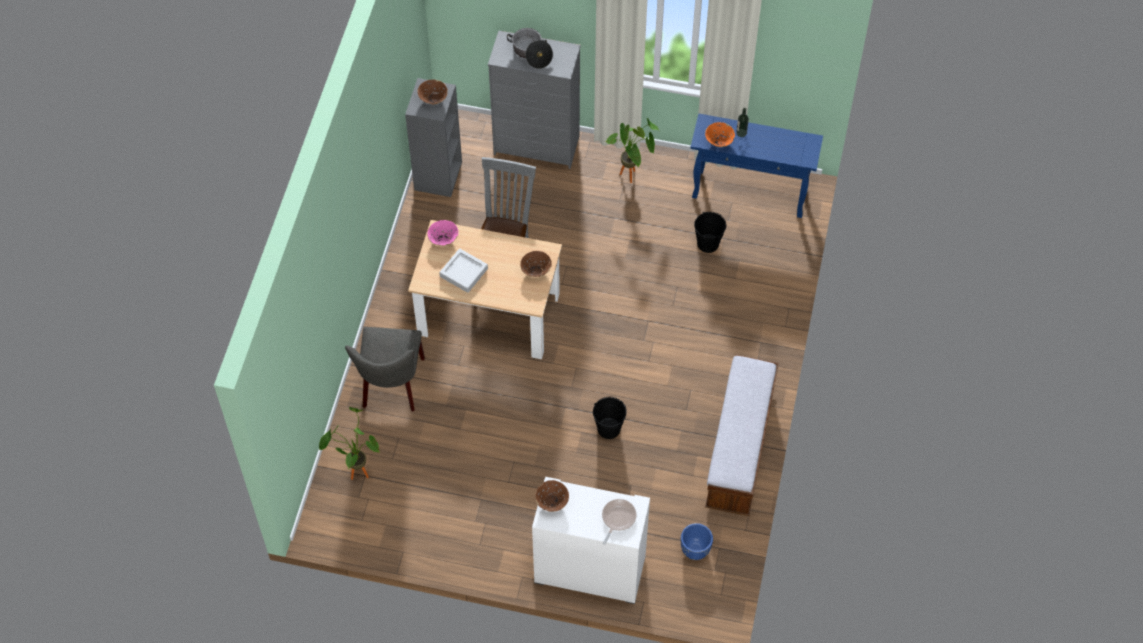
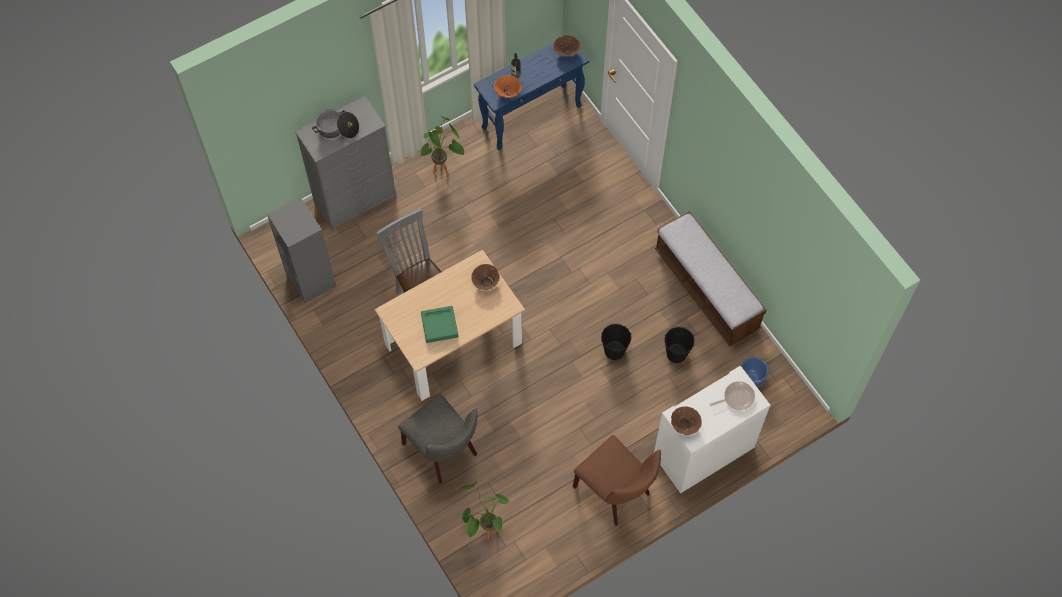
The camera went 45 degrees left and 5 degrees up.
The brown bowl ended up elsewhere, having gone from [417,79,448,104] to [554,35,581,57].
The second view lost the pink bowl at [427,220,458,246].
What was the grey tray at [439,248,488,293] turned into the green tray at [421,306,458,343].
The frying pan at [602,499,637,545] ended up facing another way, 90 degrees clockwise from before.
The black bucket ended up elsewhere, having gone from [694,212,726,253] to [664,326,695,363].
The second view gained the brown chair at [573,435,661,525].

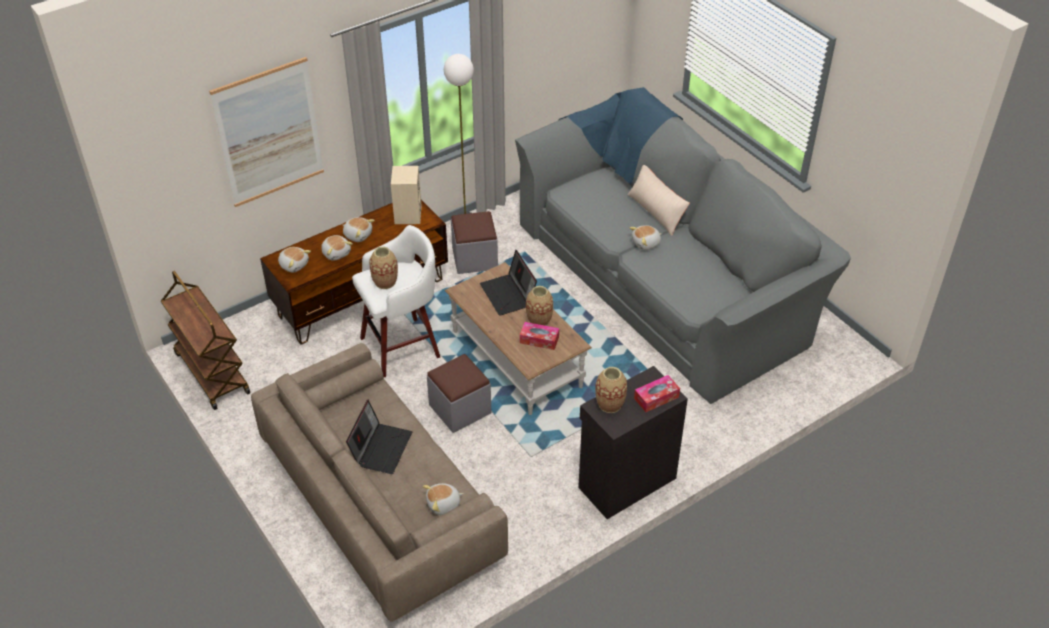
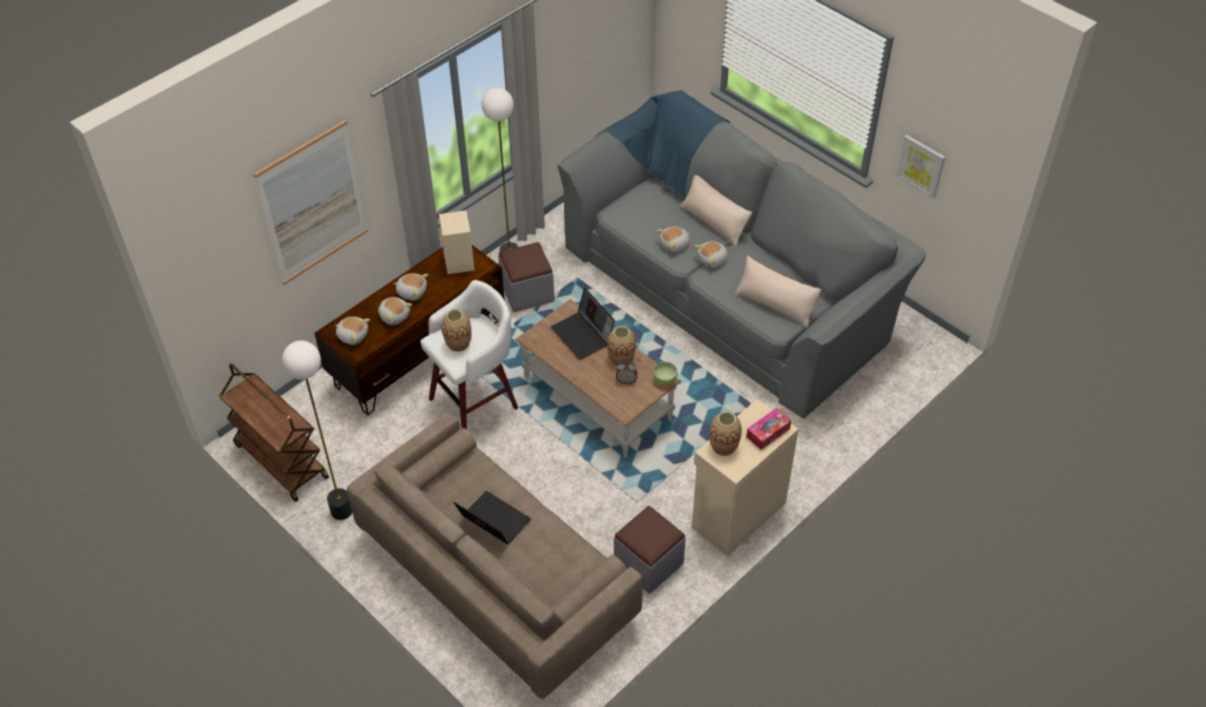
The camera went 10 degrees left and 5 degrees up.
The laptop at [346,400,412,474] ended up facing another way, 60 degrees counterclockwise from before.
The plush toy ended up elsewhere, having gone from [423,483,464,515] to [657,227,690,253].
The grey ottoman ended up elsewhere, having gone from [427,354,491,433] to [614,506,686,594].
Where the tissue box stood at [520,322,559,350], the alarm clock came to stand at [616,362,638,384].
What was the black cabinet at [578,366,688,519] turned into the beige cabinet at [692,399,799,556].
The second view gained the floor lamp at [282,341,352,520].
The second view gained the green bowl at [653,362,678,385].
The second view gained the beige pillow at [735,256,821,328].
The second view gained the picture at [896,135,945,199].

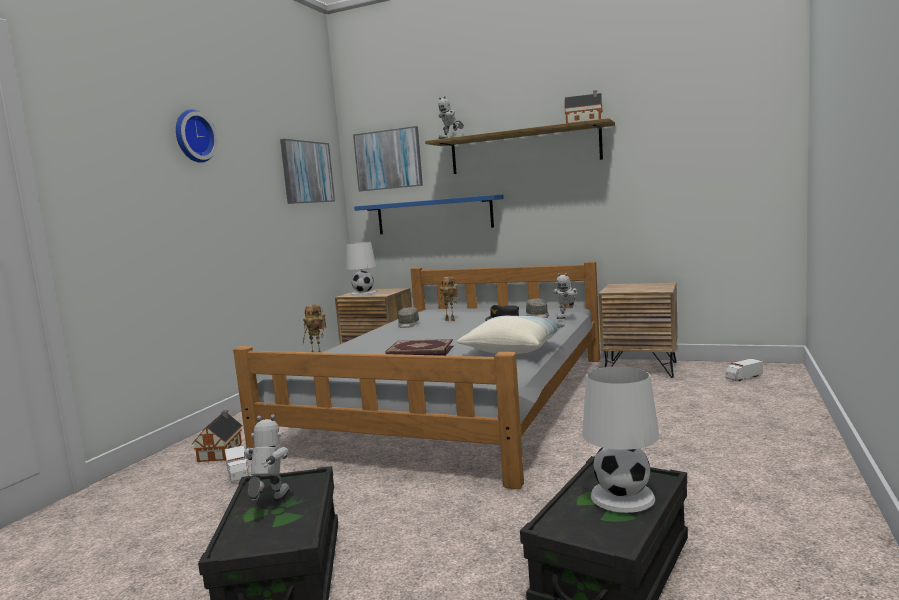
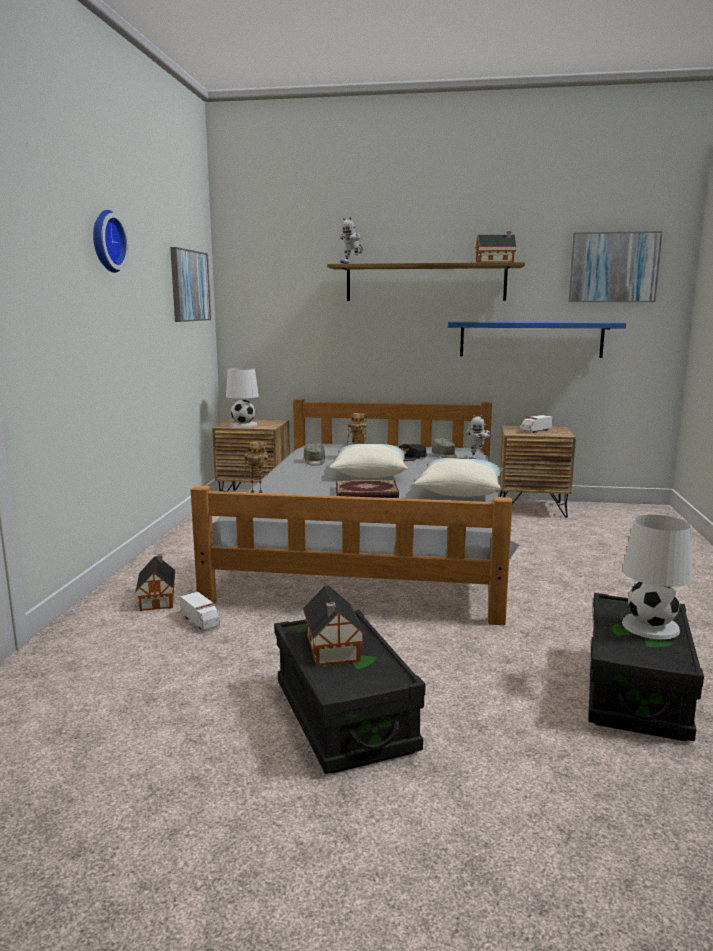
The camera went 15 degrees left and 5 degrees up.
Where the toy robot stood at [244,414,290,502], the toy house came to stand at [303,585,365,666].
The picture ended up elsewhere, having gone from [353,126,423,191] to [569,231,662,302].
The blue shelf ended up elsewhere, having gone from [354,194,504,234] to [448,322,626,358].
The toy truck ended up elsewhere, having gone from [725,358,763,381] to [521,415,553,433].
The second view gained the pillow at [329,444,408,478].

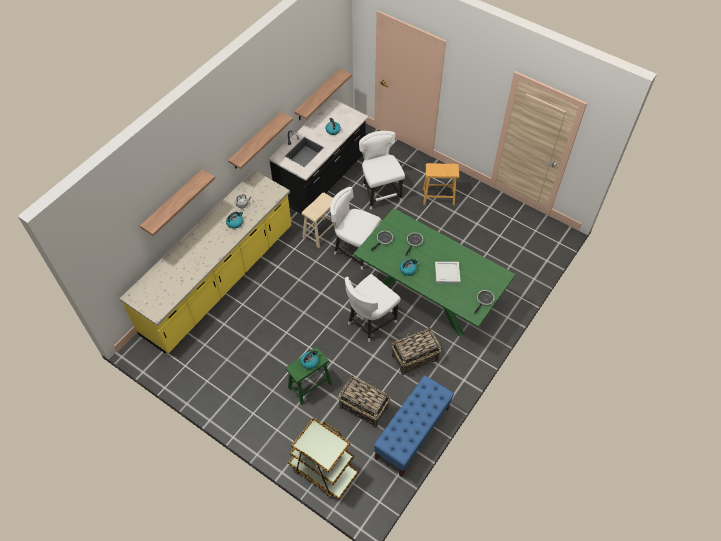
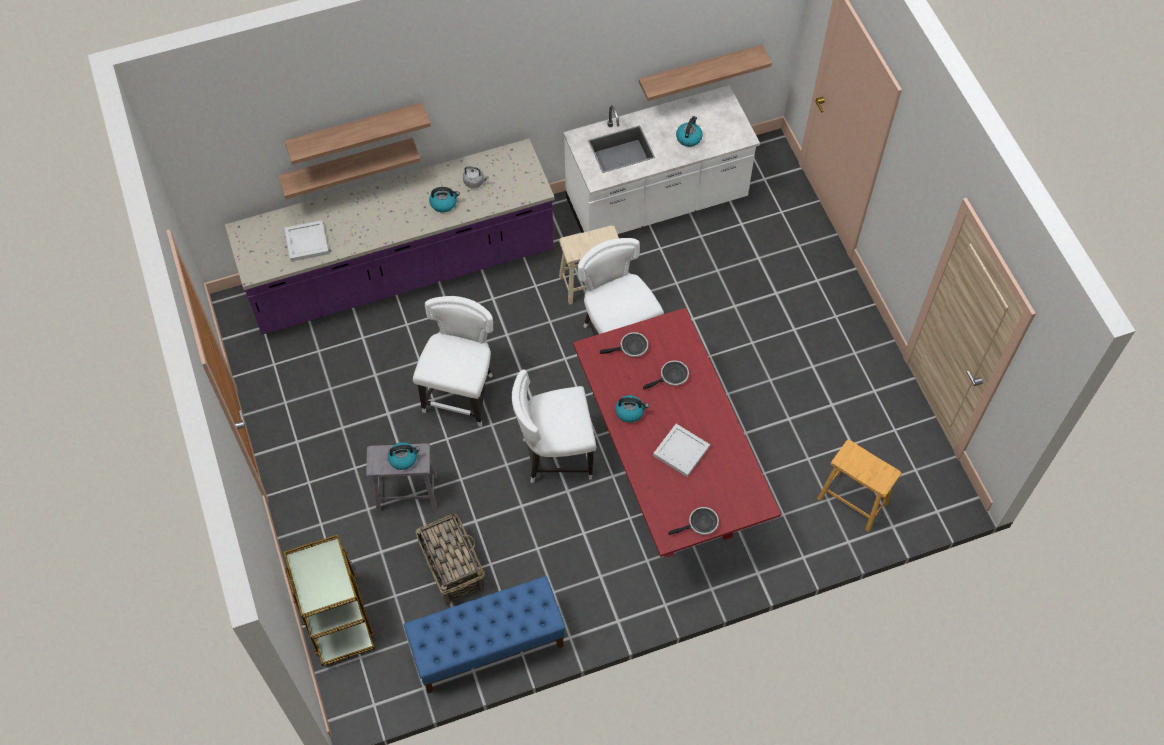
The camera went 35 degrees right and 5 degrees up.
What was the yellow counter at [119,170,291,354] turned into the purple counter at [225,139,554,335].
The shelf ended up elsewhere, having gone from [228,112,293,169] to [278,138,421,199].
What was the black counter at [269,98,368,215] turned into the white counter at [563,85,760,234].
What was the green stool at [285,347,332,405] turned into the grey stool at [366,443,437,512].
What was the green dining table at [353,208,516,337] turned into the red dining table at [573,308,781,557].
The white chair ended up elsewhere, having gone from [359,131,405,210] to [413,296,493,427].
The second view lost the basket at [392,328,442,375].
The brown stool ended up elsewhere, having gone from [423,163,459,205] to [817,440,902,531].
The second view gained the white tray at [285,220,329,262].

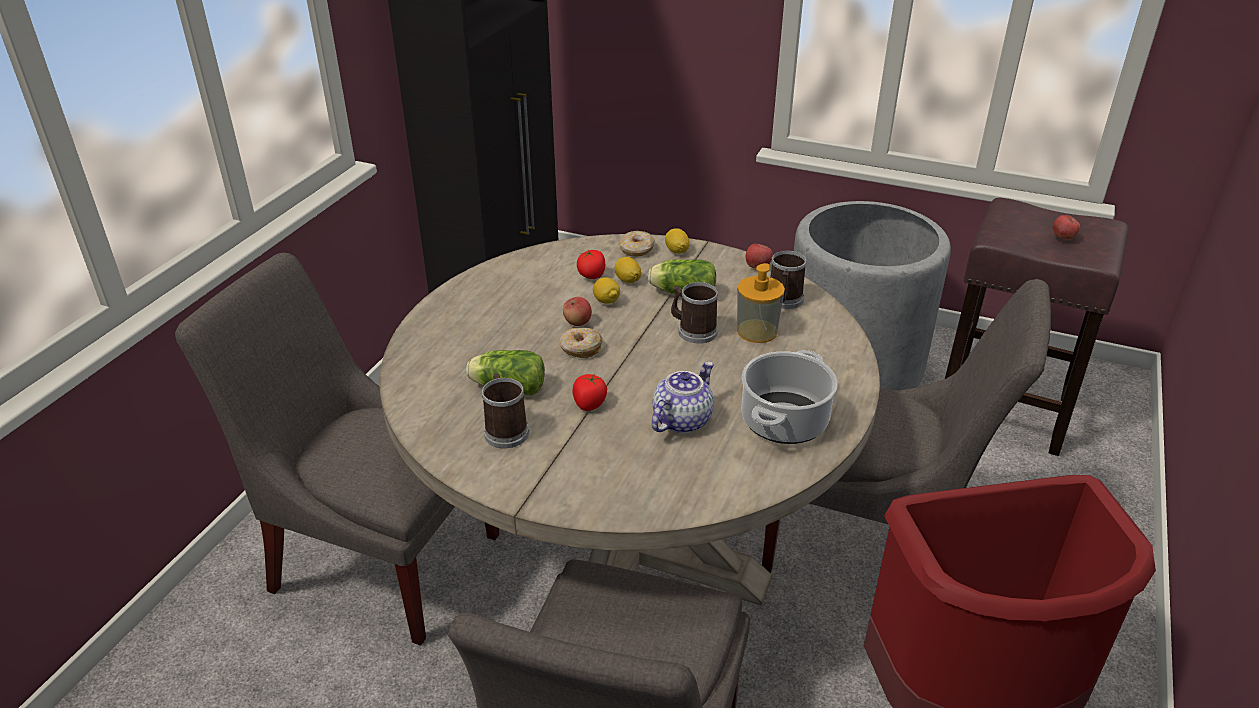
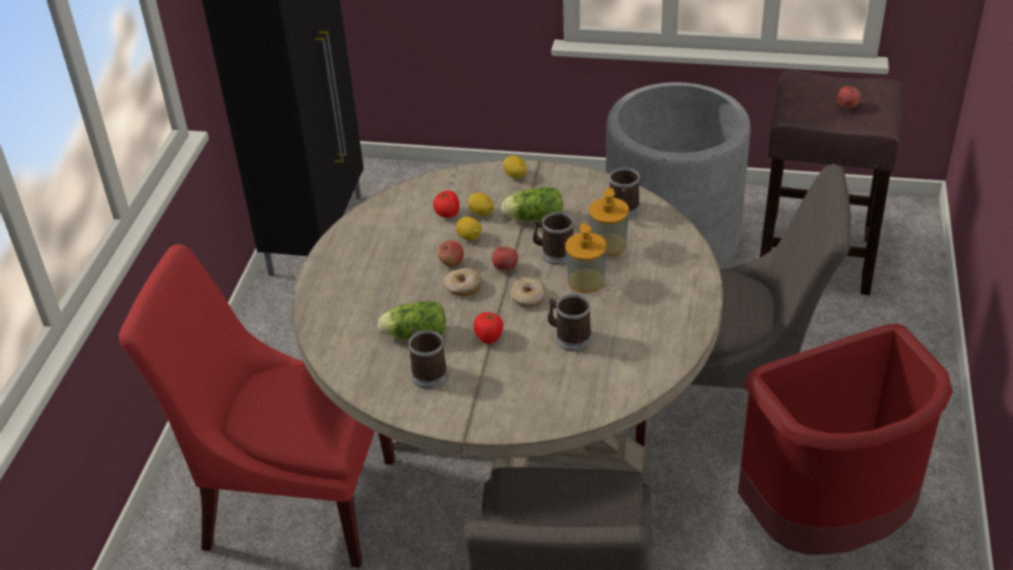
The camera went 10 degrees left and 5 degrees up.
What was the grey chair at [175,253,500,646] turned into the red chair at [119,244,395,568].
The donut ended up elsewhere, having gone from [619,231,655,257] to [510,276,546,307].
Where the teapot stood at [652,361,714,433], the mug came to stand at [548,294,592,352].
The second view lost the cooking pot at [741,350,838,444].
The apple ended up elsewhere, having gone from [746,244,773,268] to [492,246,518,271].
The second view gained the soap dispenser at [565,223,607,293].

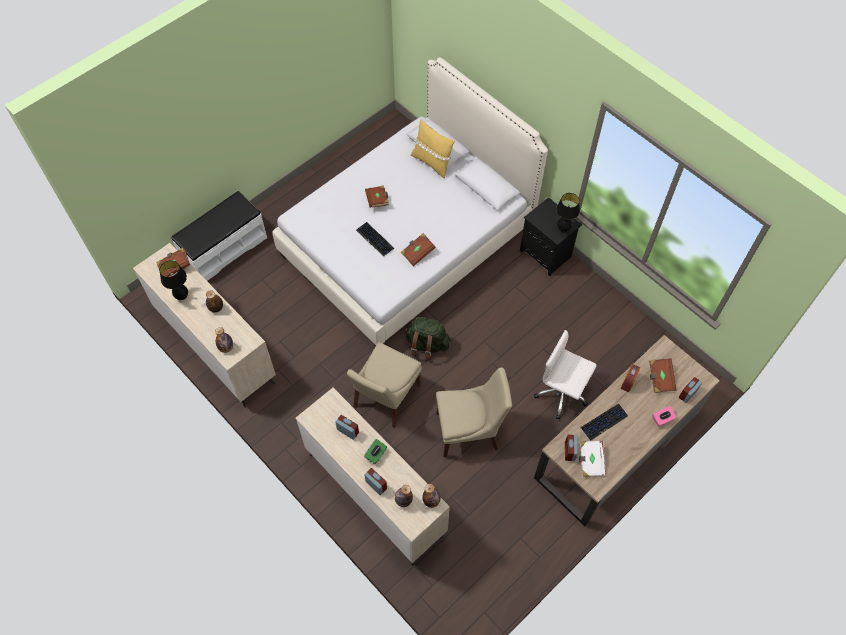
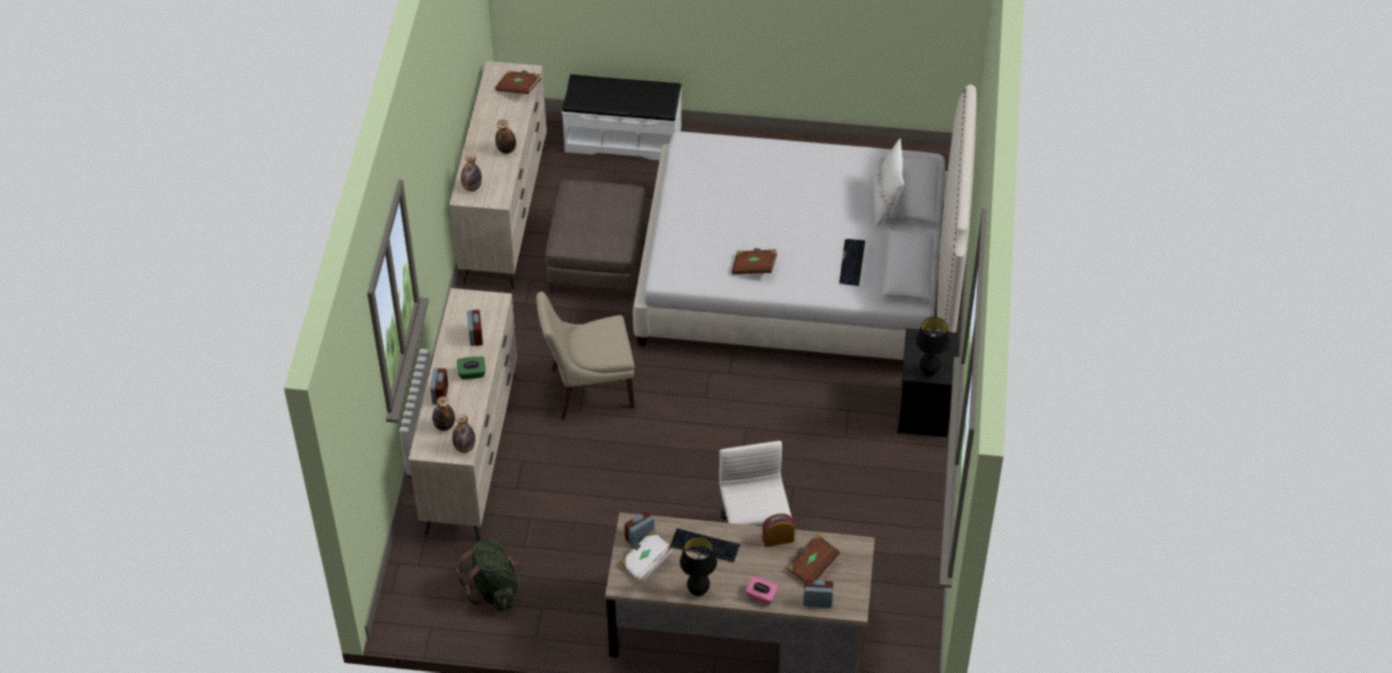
The camera went 50 degrees right and 10 degrees down.
The black table lamp ended up elsewhere, having gone from [159,260,188,300] to [680,536,717,596].
The keyboard ended up elsewhere, having gone from [356,222,394,256] to [839,239,865,286].
The second view lost the brown book at [365,185,389,208].
The green backpack ended up elsewhere, having gone from [405,317,450,360] to [457,539,519,611].
What was the yellow pillow at [411,119,455,178] turned into the white pillow at [873,138,904,227].
The second view lost the beige chair at [436,368,512,457].
The second view gained the brown ottoman at [545,180,645,301].

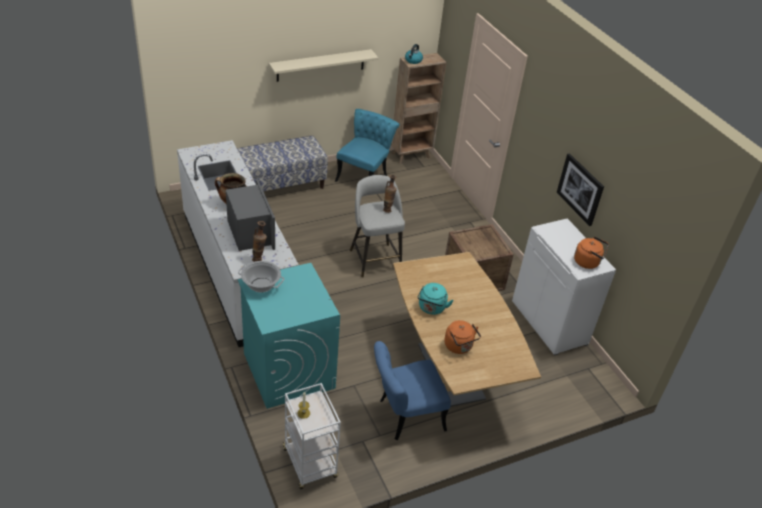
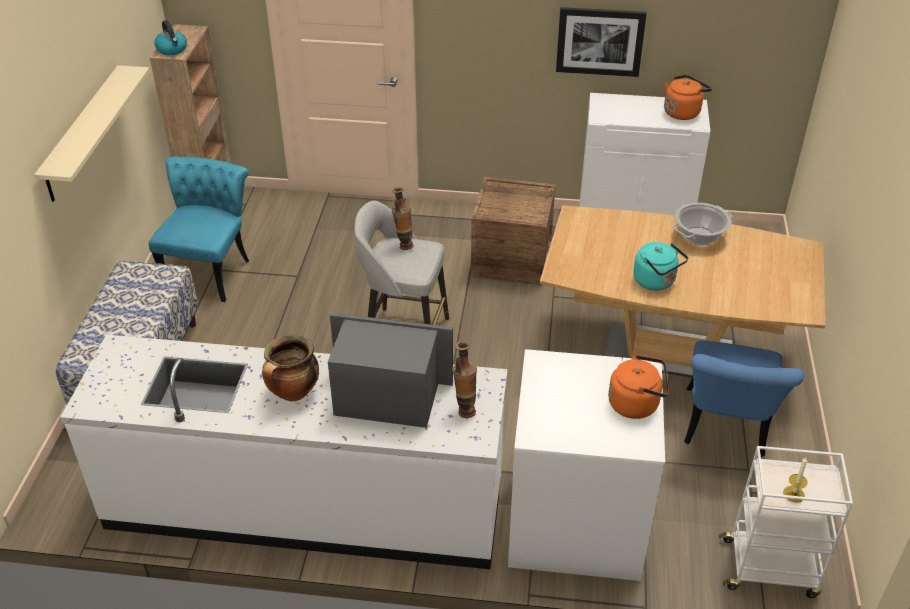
The camera went 55 degrees left and 0 degrees up.
The cooking pot ended up elsewhere, having gone from [238,261,284,293] to [672,203,732,245].
What was the turquoise washing machine at [238,263,340,409] turned into the white washing machine at [508,349,665,581].
The turquoise chair at [335,109,400,182] ended up facing another way, 45 degrees clockwise from before.
The orange kettle ended up elsewhere, having gone from [444,320,481,354] to [608,355,669,419].

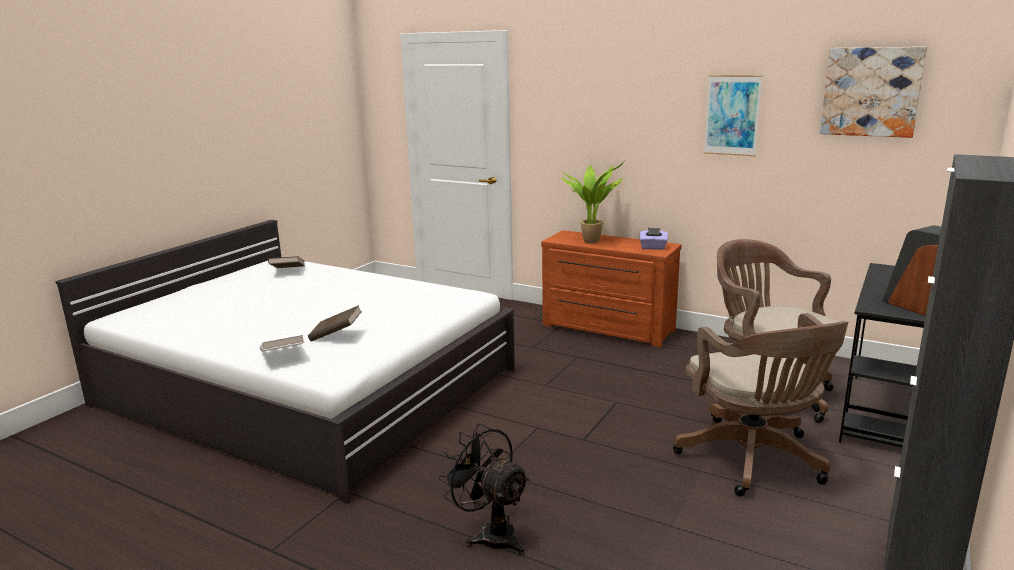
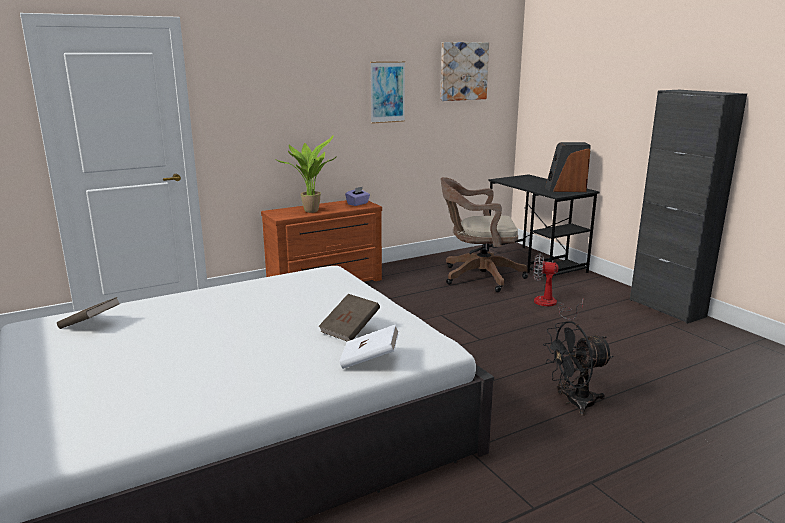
The camera went 60 degrees left and 0 degrees up.
Where the brown office chair stood at [673,313,848,496], the fan came to stand at [533,253,583,320].

